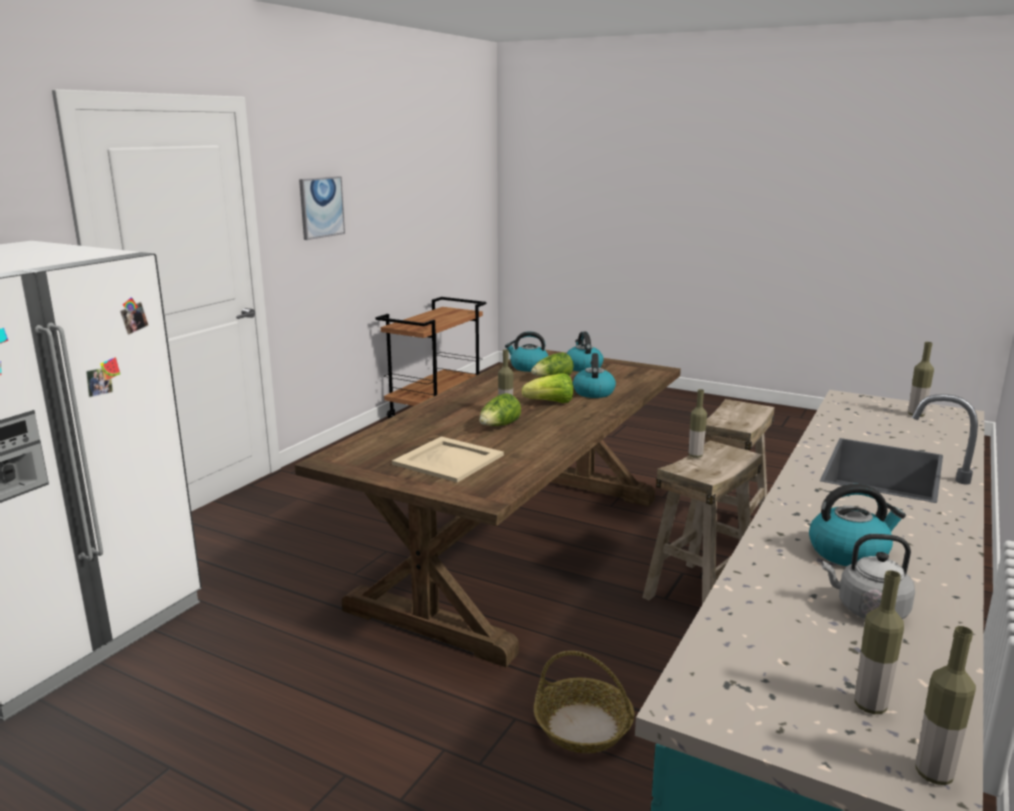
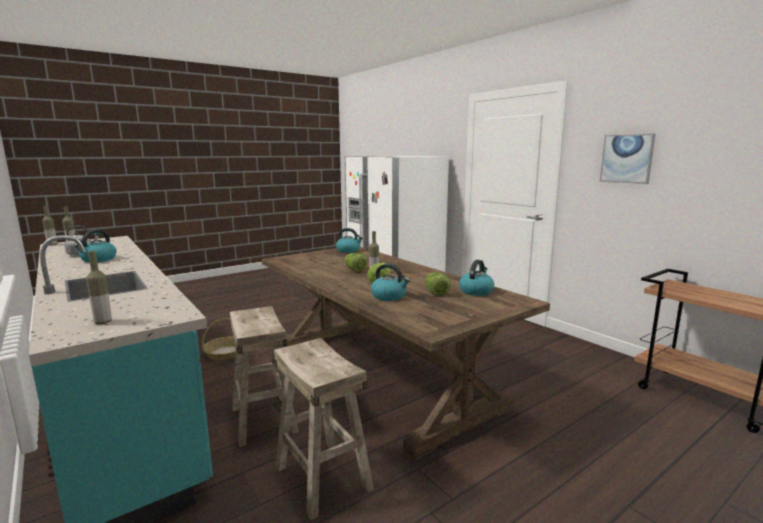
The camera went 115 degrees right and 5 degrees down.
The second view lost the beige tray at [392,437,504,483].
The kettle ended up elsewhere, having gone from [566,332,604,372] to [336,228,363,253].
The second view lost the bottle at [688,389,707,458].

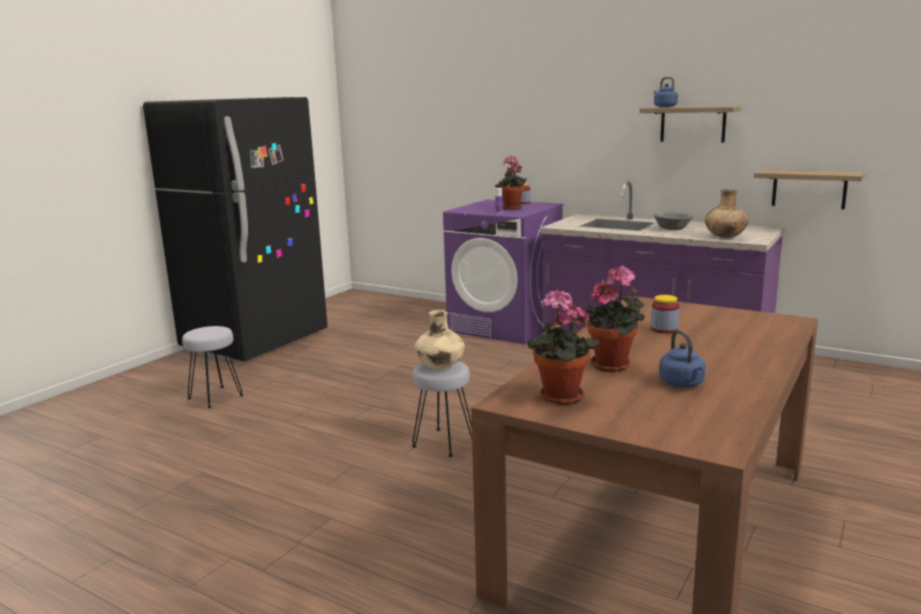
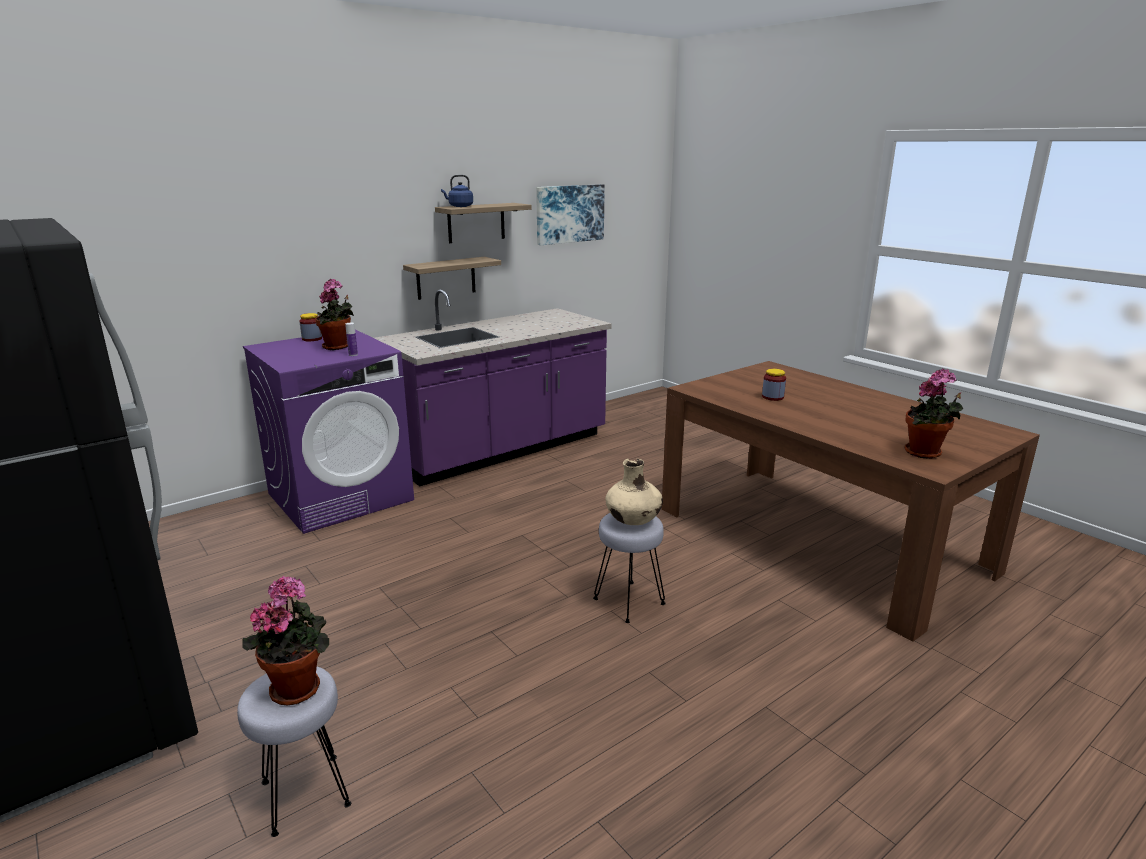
The camera went 70 degrees left and 5 degrees up.
The potted plant ended up elsewhere, having gone from [586,266,645,372] to [242,576,329,705].
The second view lost the grey bowl at [653,212,694,230].
The second view lost the blue kettle at [659,330,706,388].
The second view lost the brown vase at [705,189,749,238].
The shelf ended up elsewhere, having gone from [754,169,865,209] to [403,257,501,300].
The second view gained the picture at [536,184,605,245].

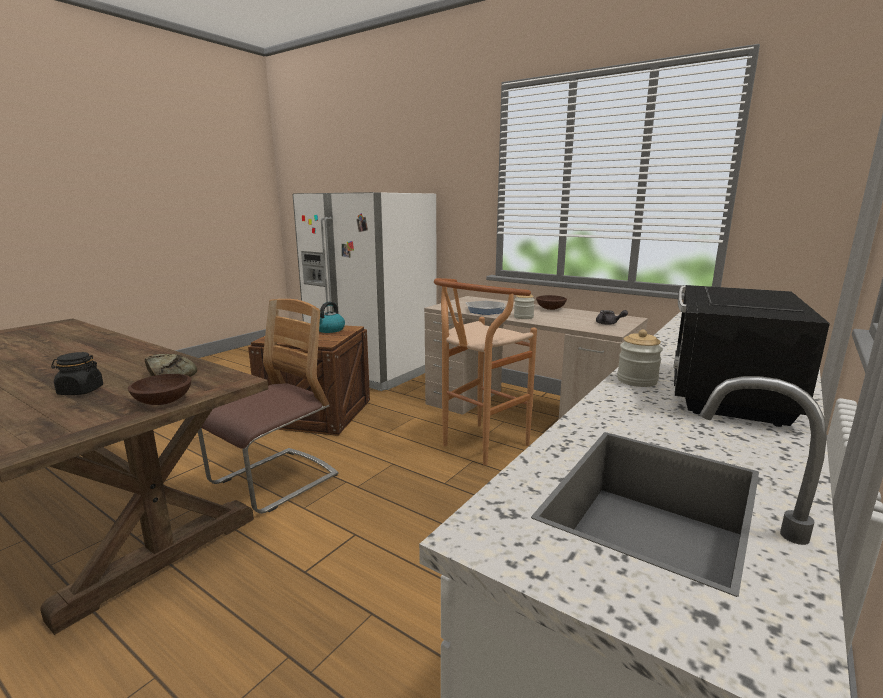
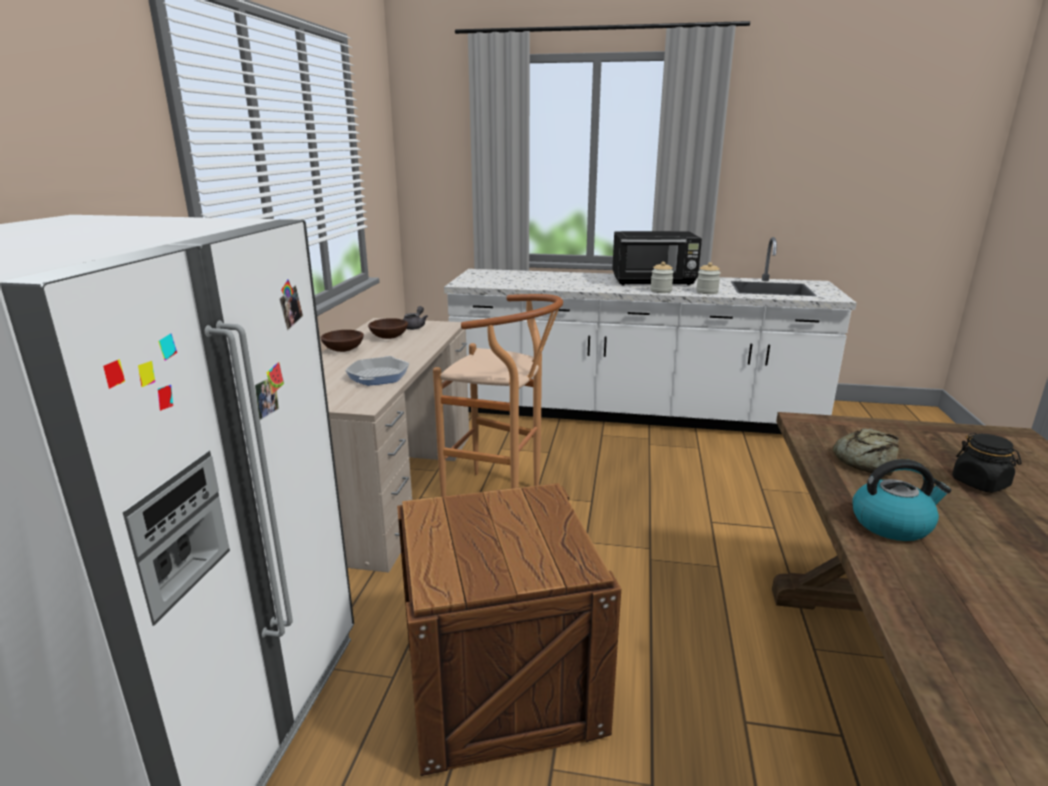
The camera went 115 degrees left and 5 degrees up.
The brown bowl ended up elsewhere, having gone from [128,374,192,405] to [368,318,408,339].
The second view lost the chair at [198,299,338,514].
The kettle ended up elsewhere, having gone from [319,302,345,333] to [853,459,951,541].
The jar ended up elsewhere, having gone from [514,294,535,319] to [696,262,721,294].

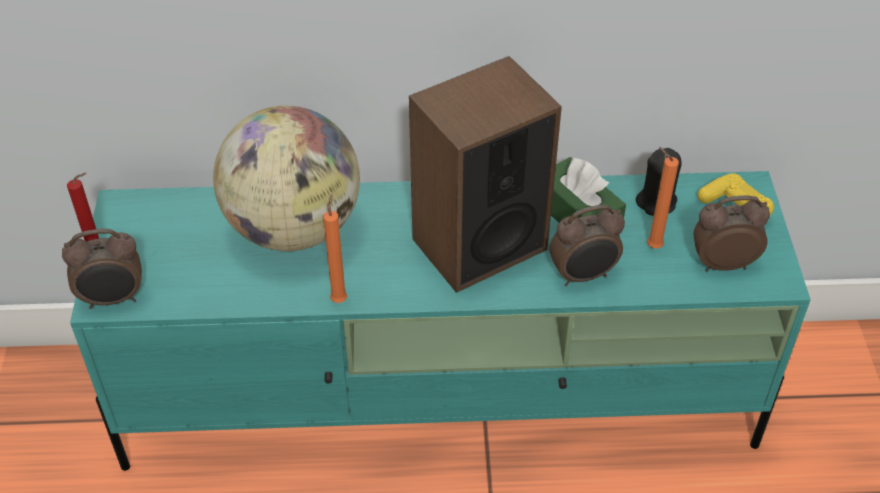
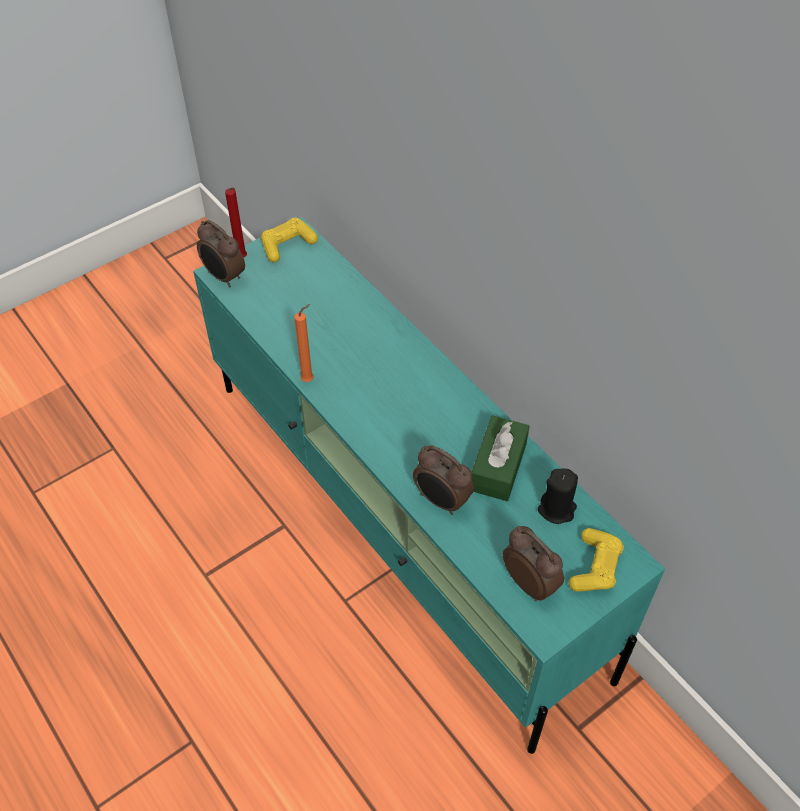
The camera went 55 degrees right and 5 degrees up.
The second view lost the globe at [213,106,360,251].
The second view lost the speaker at [409,56,562,293].
The second view lost the orange candle at [647,147,679,249].
The second view gained the yellow game controller at [261,218,318,262].

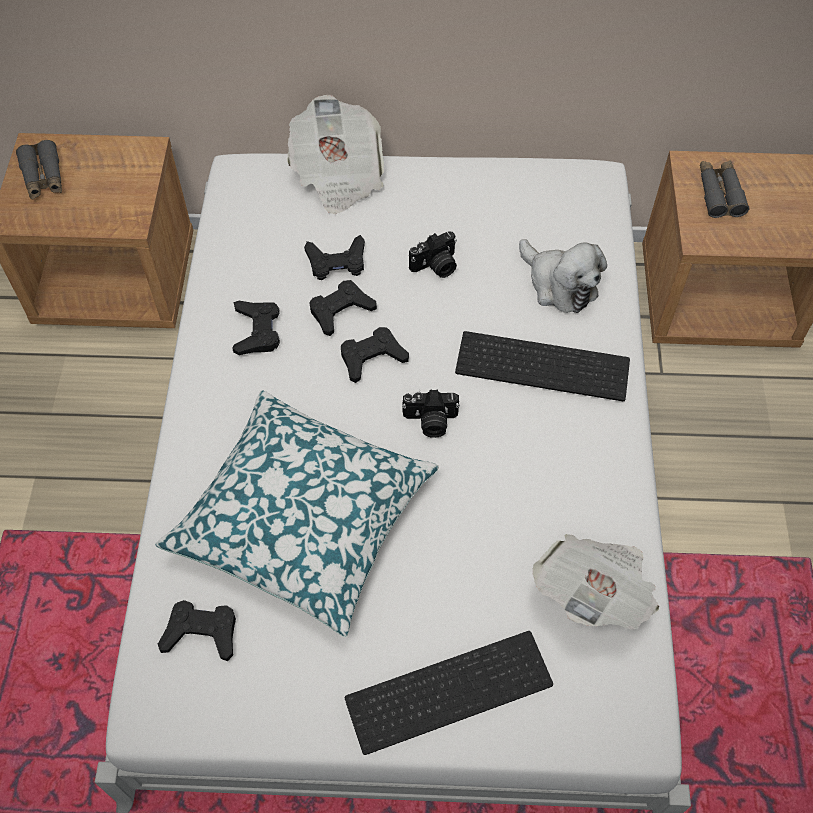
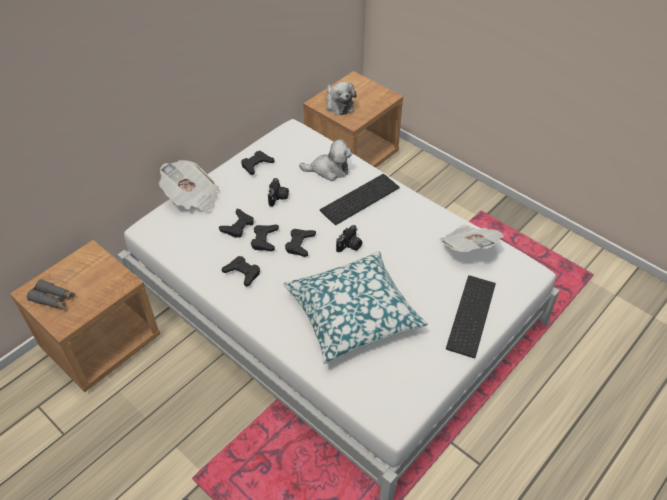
The camera went 50 degrees left and 10 degrees down.
The black game controller ended up elsewhere, having gone from [158,600,236,661] to [241,151,275,175].
Where the grey binoculars stood at [700,160,749,218], the plush toy came to stand at [326,81,357,116].

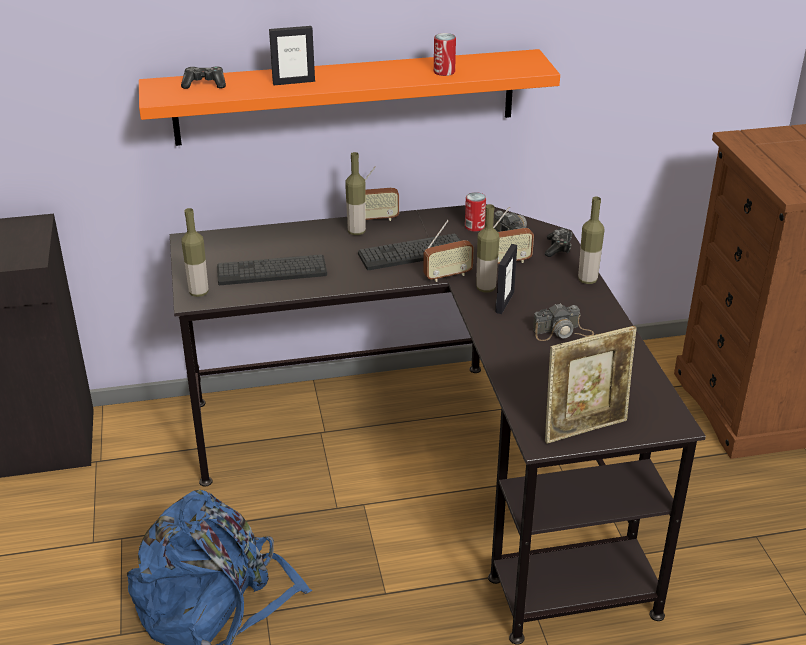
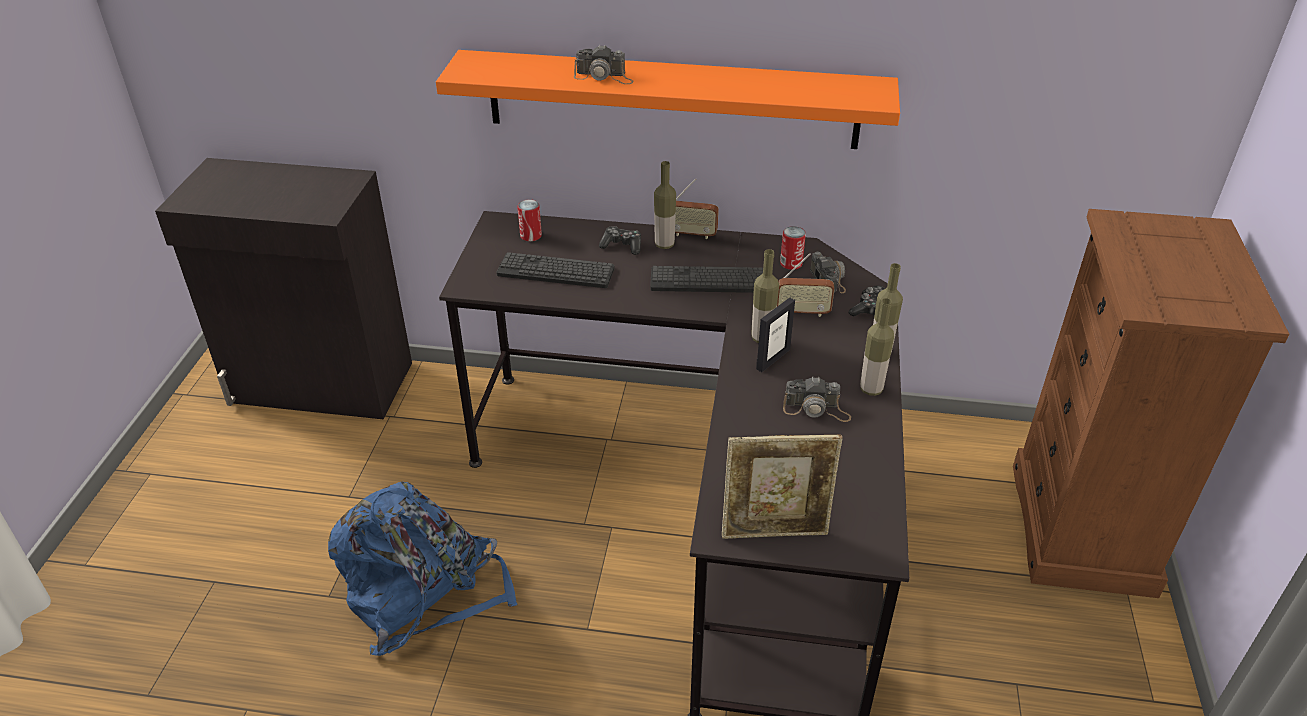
The camera went 20 degrees right and 5 degrees up.
The game controller ended up elsewhere, having gone from [181,66,226,89] to [599,226,641,255].
The bottle ended up elsewhere, having gone from [181,208,209,297] to [860,298,894,396].
Where the picture frame stood at [269,26,315,85], the photo camera came to stand at [574,44,634,84].
The second view lost the radio at [423,220,474,282].
The can ended up elsewhere, having gone from [434,33,456,76] to [517,199,542,241].

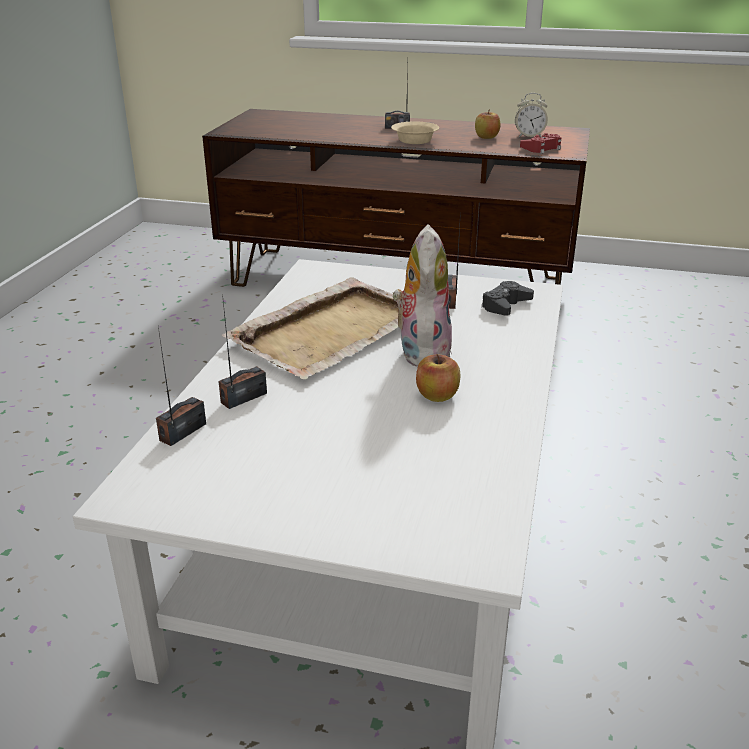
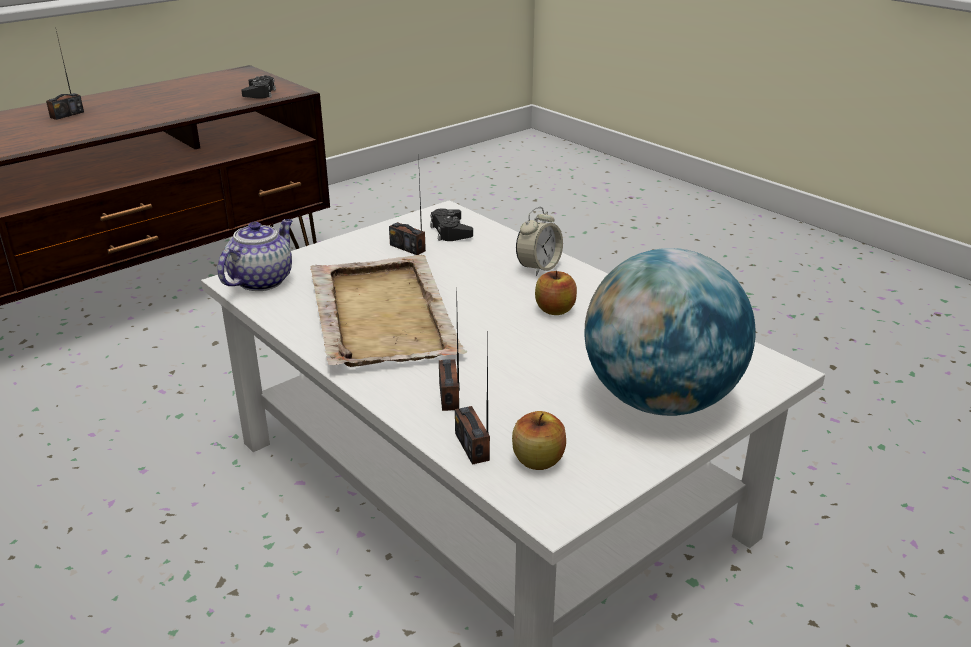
The camera went 55 degrees left and 0 degrees up.
The second view lost the beige bowl at [391,121,439,144].
The second view lost the plush toy at [393,225,452,367].
The apple ended up elsewhere, having gone from [475,109,500,139] to [512,411,566,470].
The alarm clock ended up elsewhere, having gone from [515,93,548,137] to [516,207,563,276].
What was the red game controller at [520,133,561,154] turned into the black game controller at [241,75,276,99].
The second view gained the teapot at [218,219,293,291].
The second view gained the globe at [585,248,756,416].

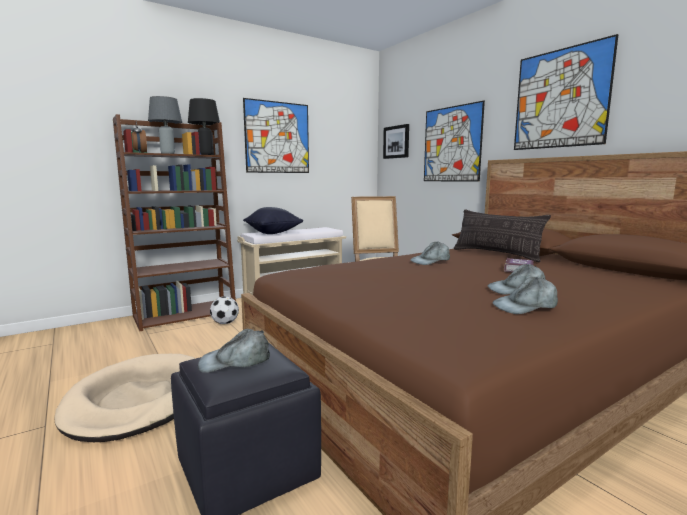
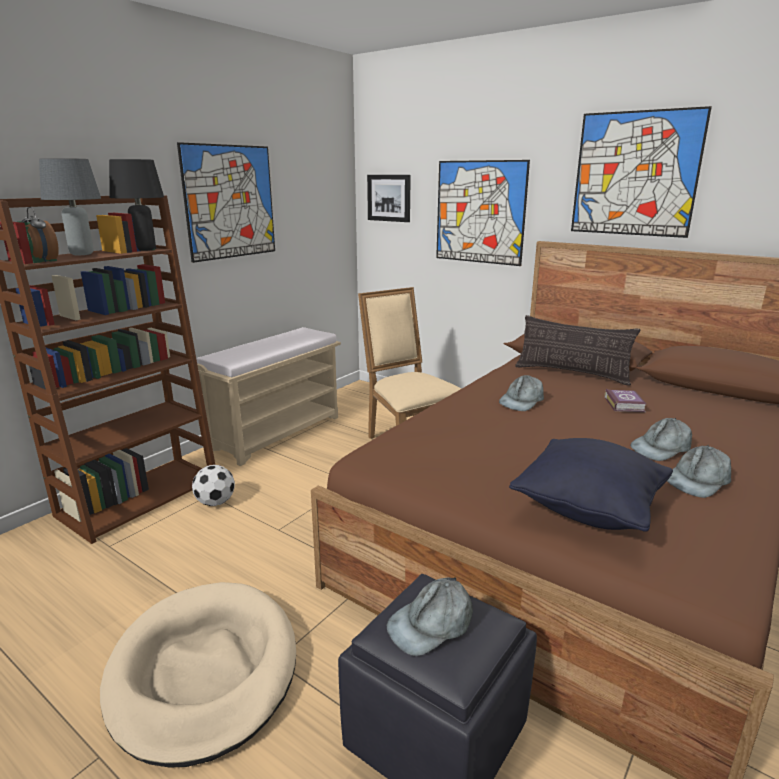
The camera went 20 degrees left and 10 degrees up.
The black pillow ended up elsewhere, having gone from [243,207,303,234] to [509,438,673,532].

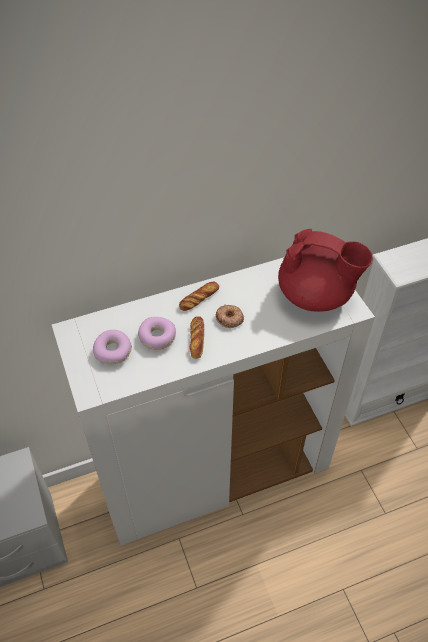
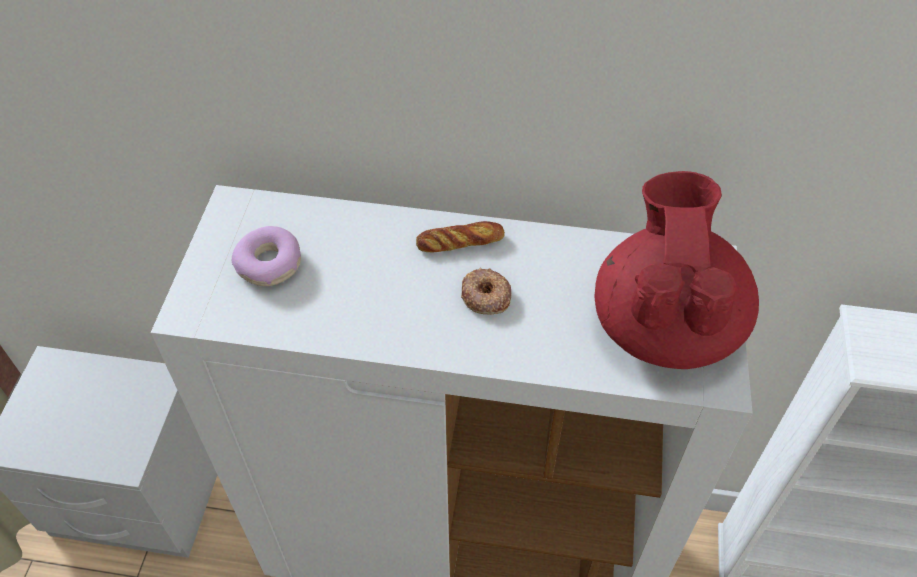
The camera went 30 degrees right and 0 degrees up.
The second view lost the donut at [138,317,176,350].
The second view lost the bread at [190,316,204,359].
The red teapot at [278,229,373,312] ended up facing another way, 135 degrees counterclockwise from before.

